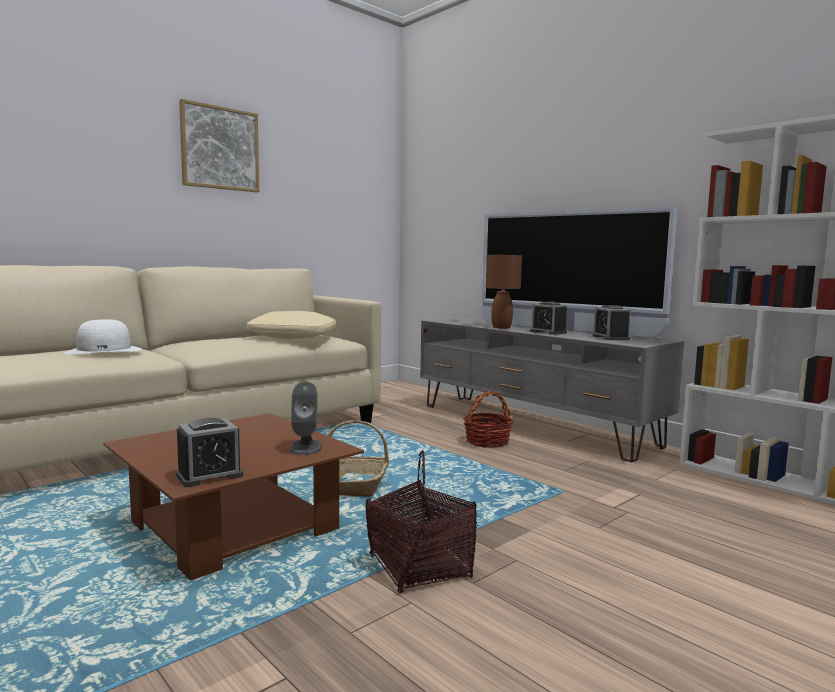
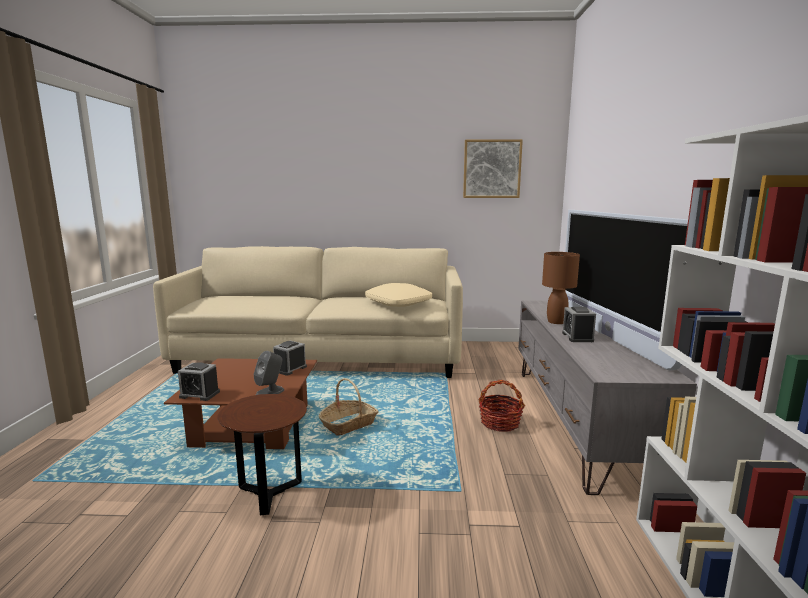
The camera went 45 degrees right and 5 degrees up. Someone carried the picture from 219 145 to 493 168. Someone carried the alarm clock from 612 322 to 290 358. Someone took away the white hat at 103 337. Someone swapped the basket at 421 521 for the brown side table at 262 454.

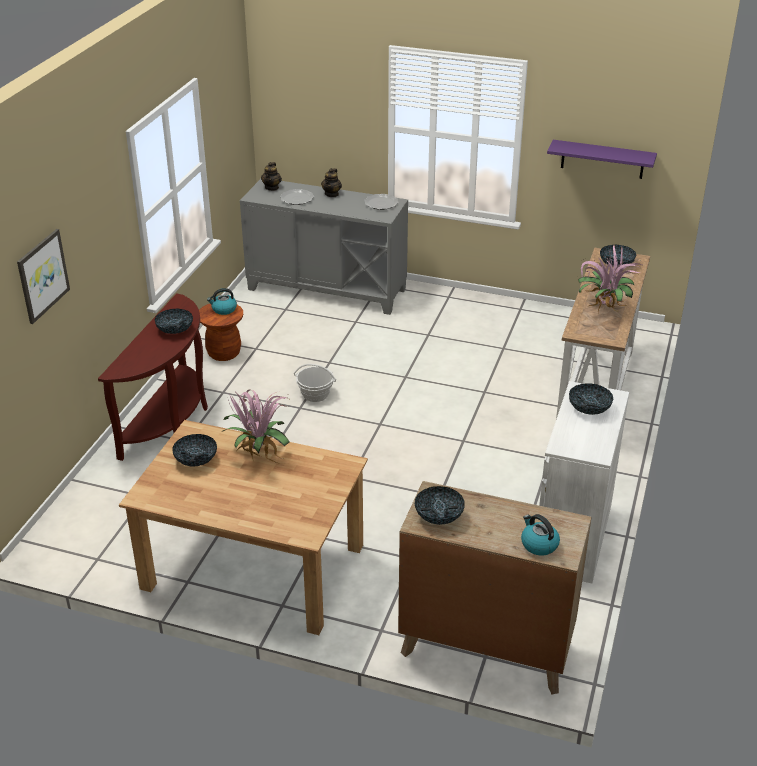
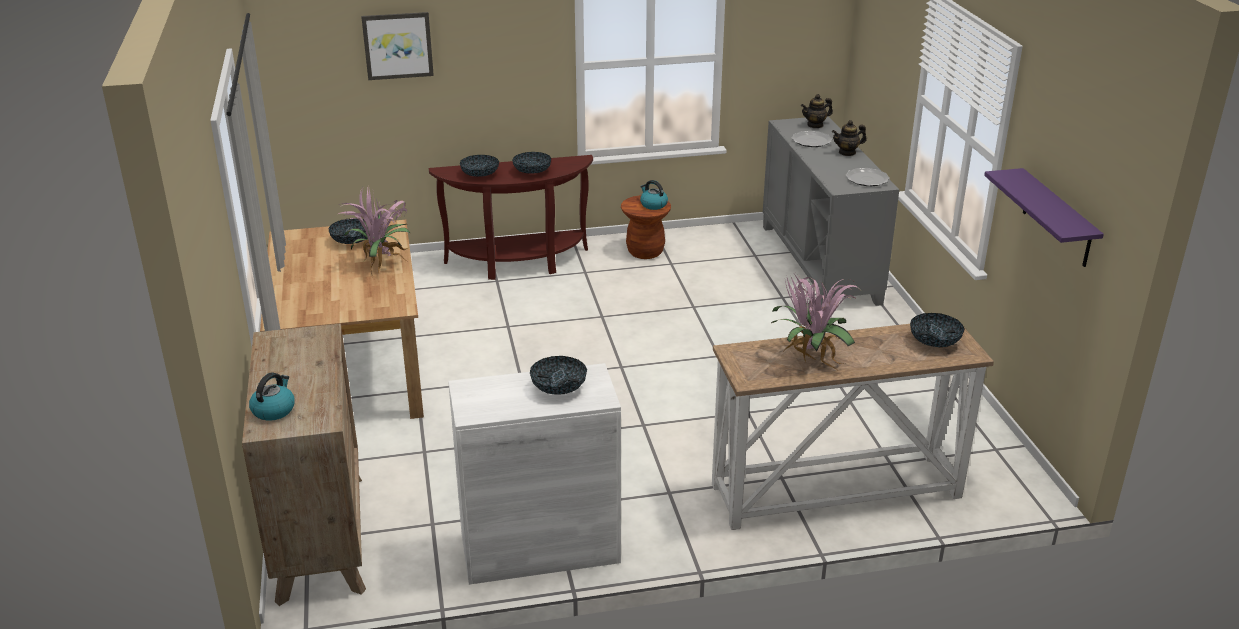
The camera went 60 degrees right and 5 degrees down. Someone took away the basket at 315 383. Someone carried the bowl from 440 505 to 479 166.

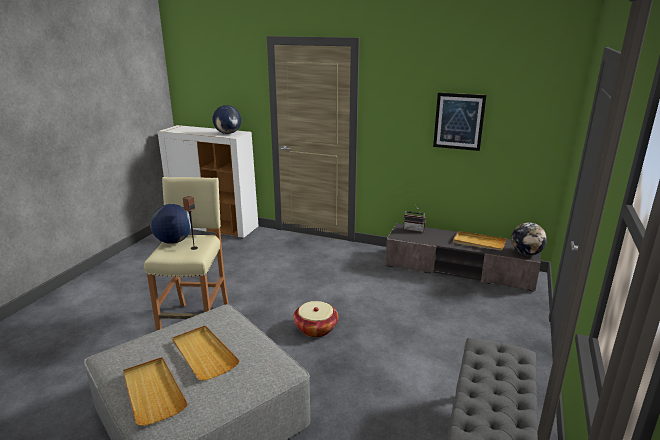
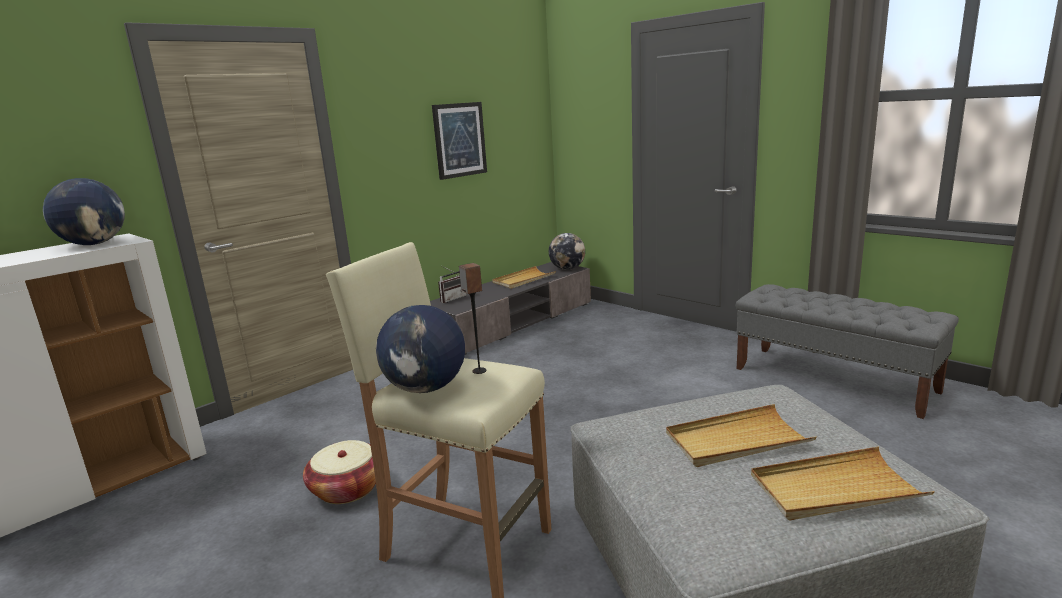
The camera went 65 degrees left and 5 degrees down. Someone carried the basket from 315 319 to 339 472.

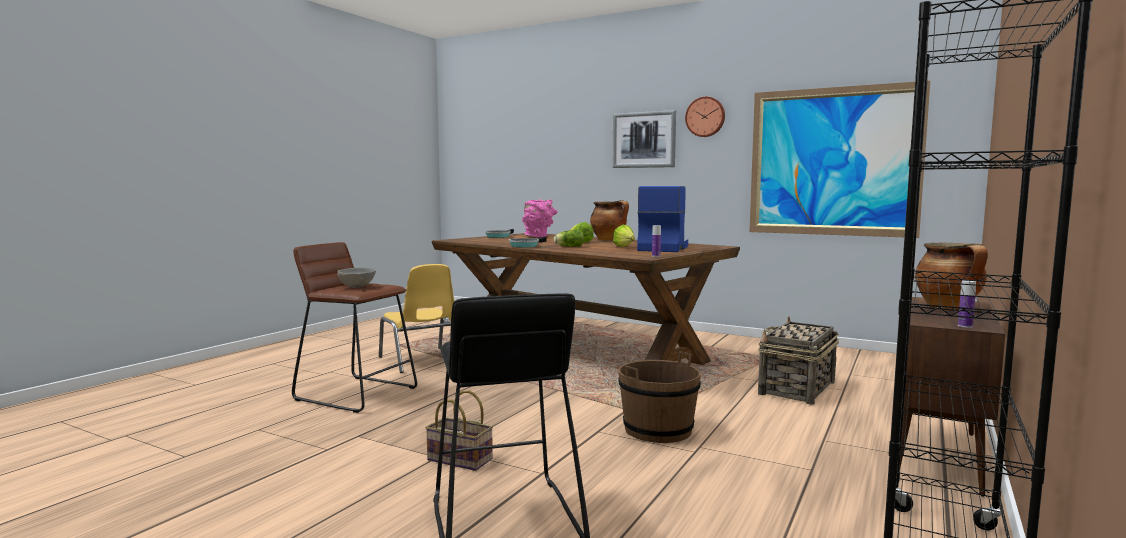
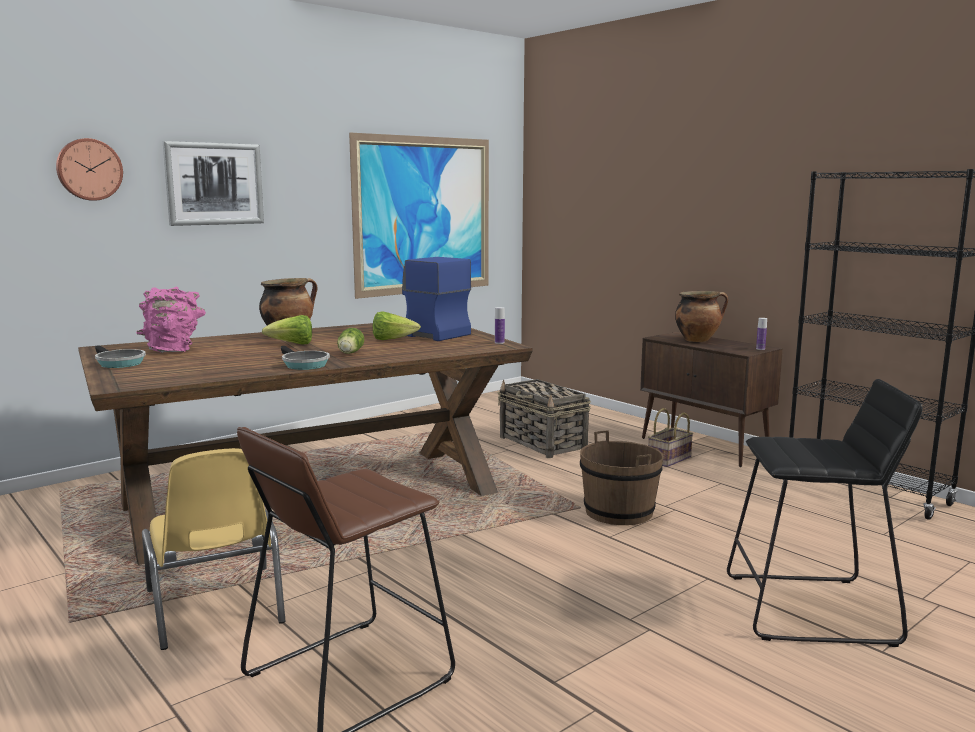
The camera went 70 degrees left and 5 degrees up. Someone carried the wall clock from 705 116 to 89 169. Someone rotated the yellow chair at 416 318 by 75 degrees clockwise. Someone took away the grey bowl at 356 278. Someone carried the basket from 459 430 to 670 437.

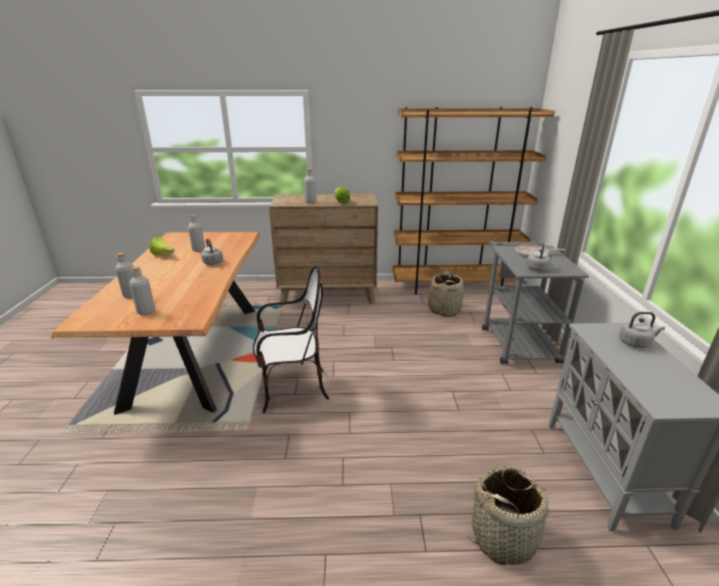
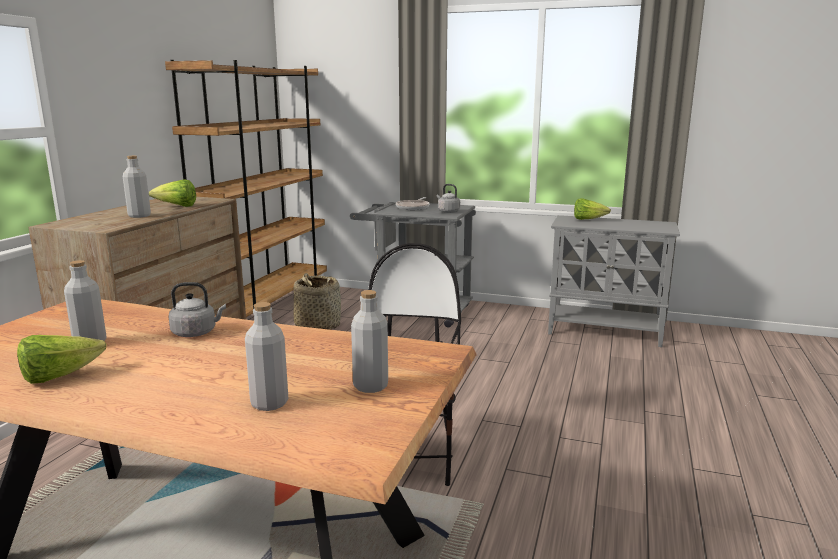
The camera went 70 degrees left and 10 degrees down. Someone swapped the grey kettle at 642 330 for the lettuce at 592 209. Someone took away the basket at 510 515.

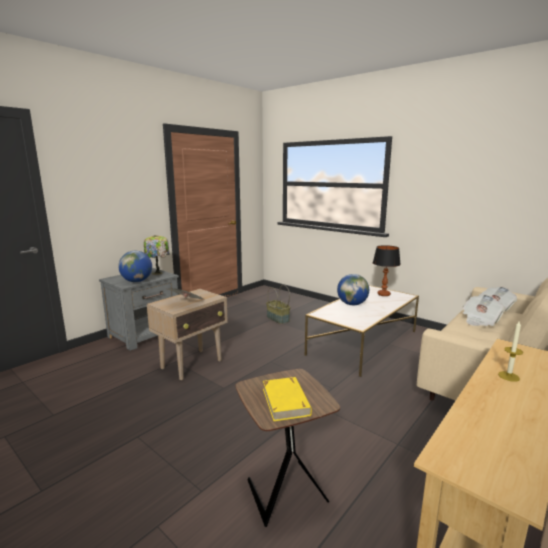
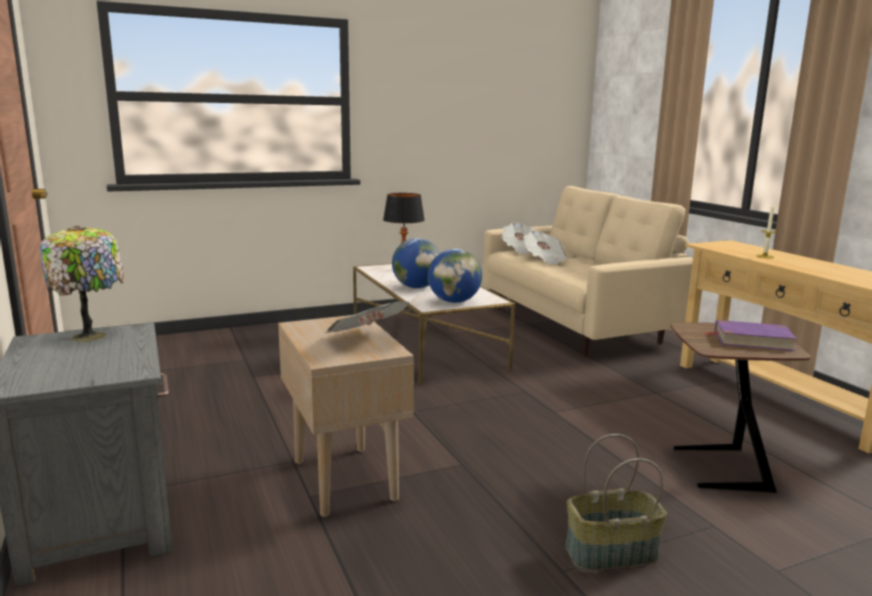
The camera went 65 degrees left and 0 degrees up. Someone carried the globe from 135 266 to 455 276. Someone carried the basket from 278 304 to 616 502. Someone repainted the yellow book at 287 399, which became the purple book at 750 335.

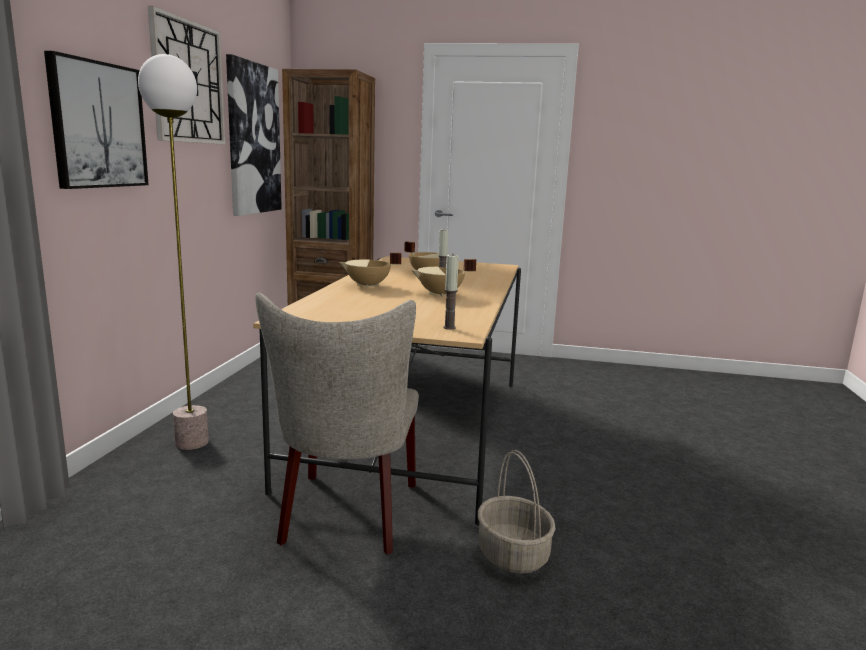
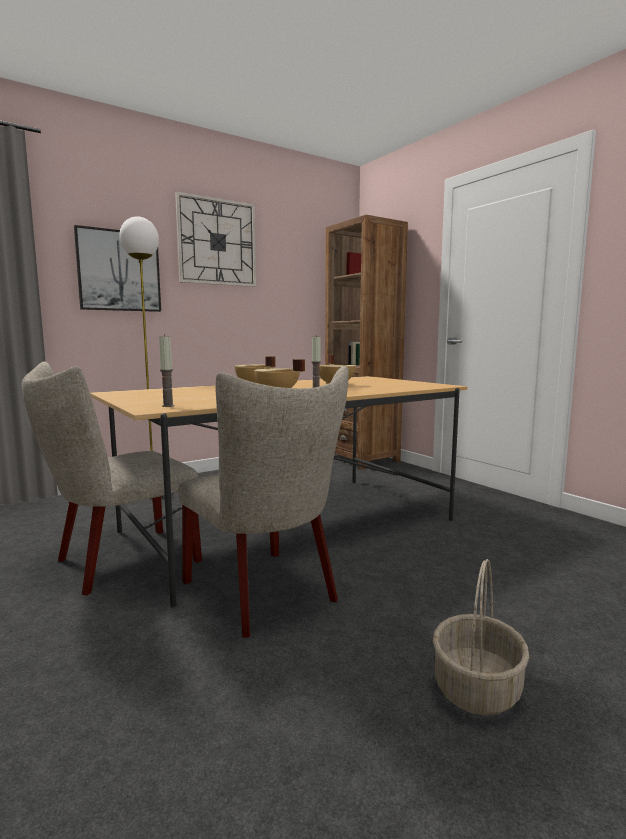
The camera went 45 degrees right and 5 degrees down. Someone took away the picture at 254 135. Someone carried the basket from 517 512 to 481 637. Someone put down the beige chair at 263 502.

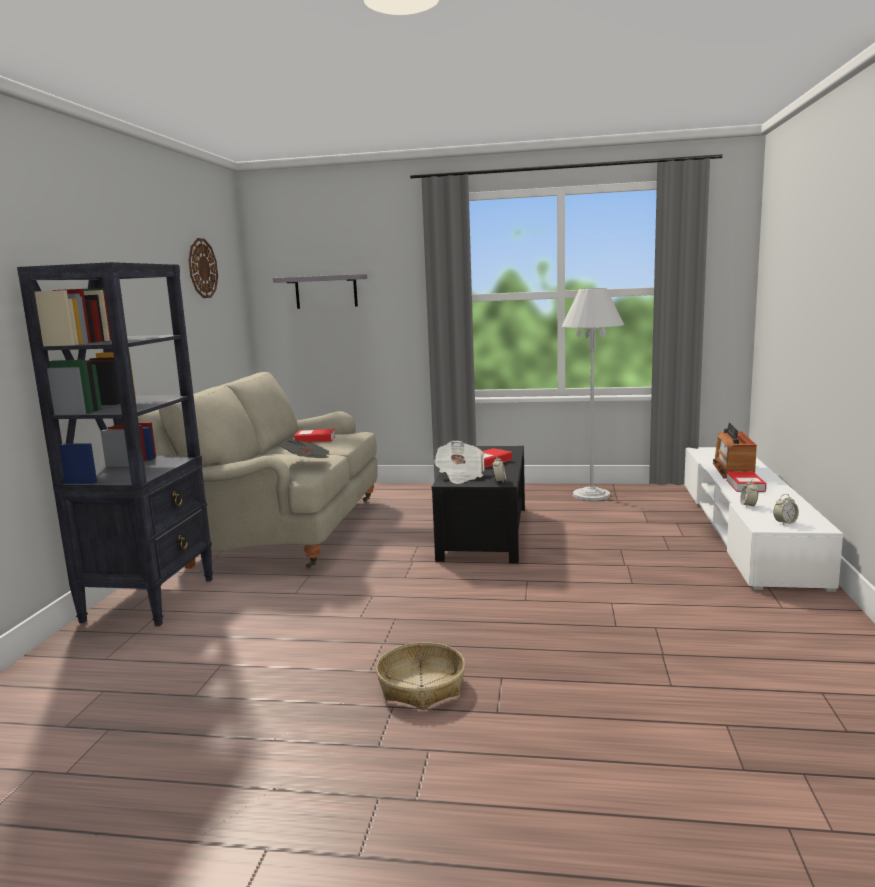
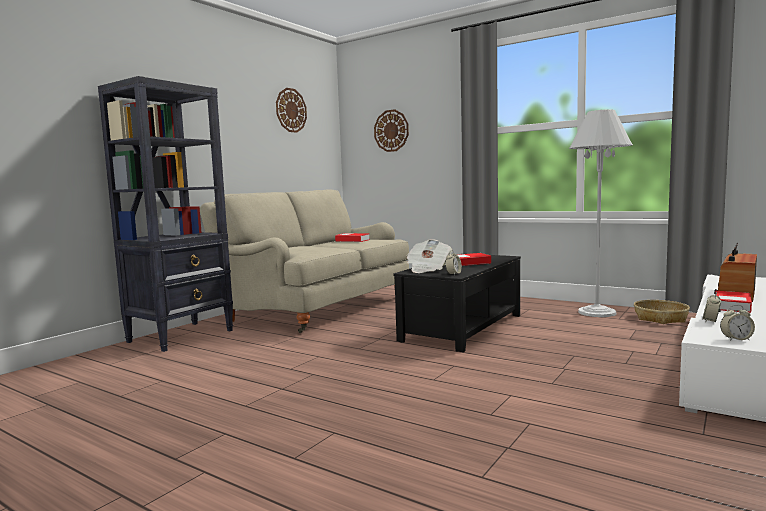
The camera went 25 degrees right and 5 degrees down. Someone swapped the grey shelf at 320 291 for the wall clock at 391 130. Someone took away the newspaper at 304 449. Someone carried the basket from 420 676 to 662 312.

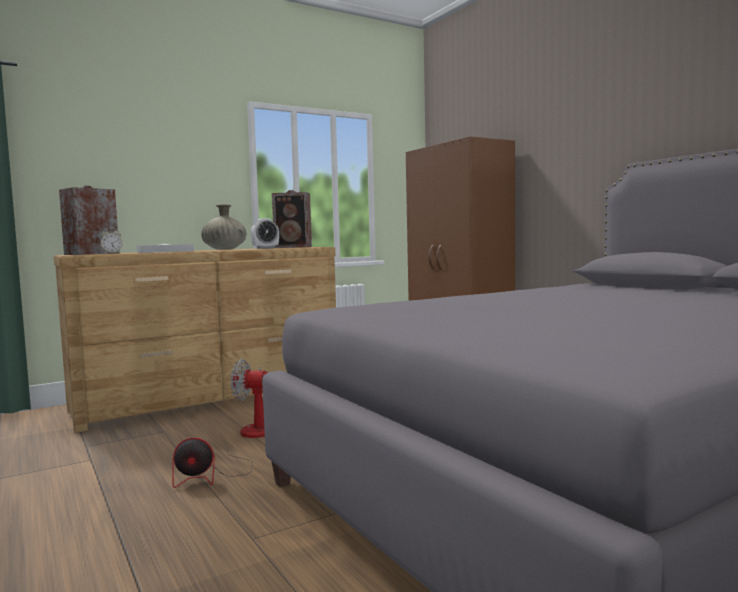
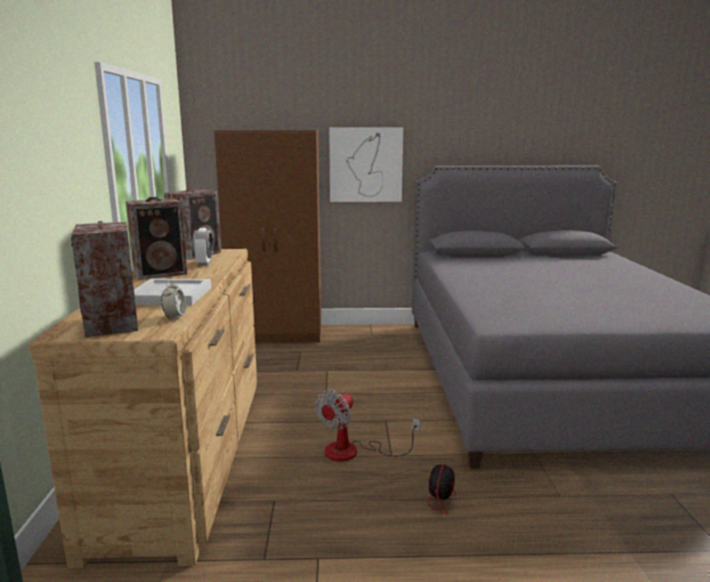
The camera went 60 degrees left and 10 degrees up. Someone swapped the beige vase at 223 227 for the speaker at 156 238. Someone put up the picture at 366 164.

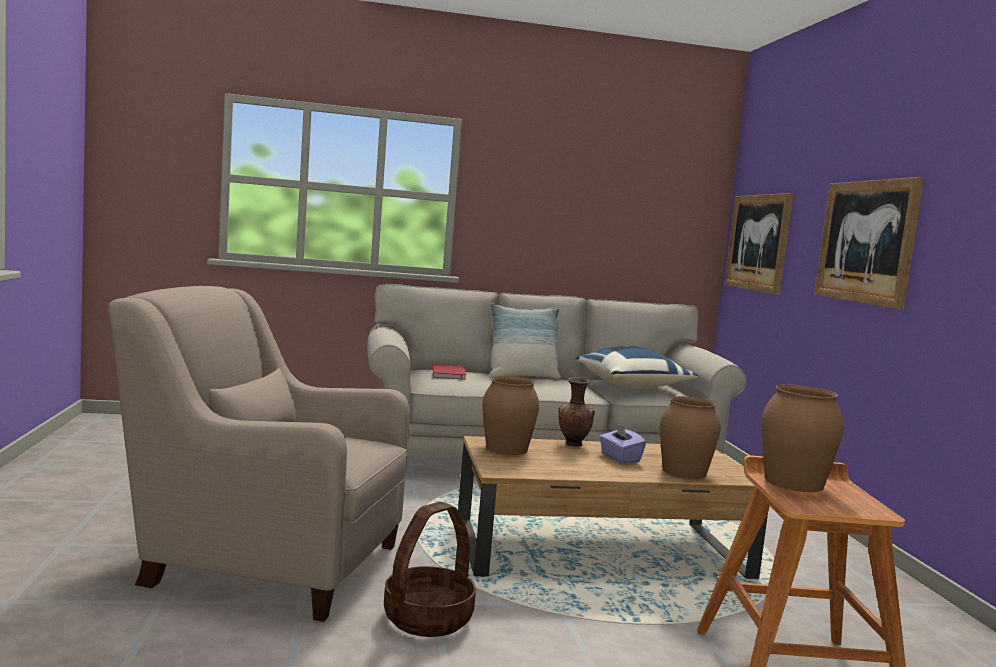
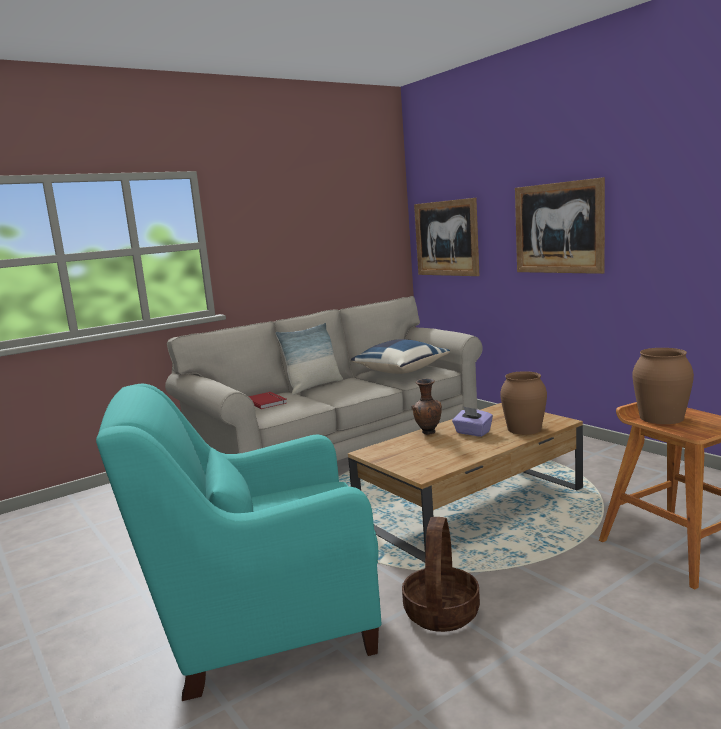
The camera went 25 degrees left and 5 degrees up. Someone repainted the beige armchair at 259 454, which became the turquoise armchair at 238 542. Someone took away the brown vase at 510 415.

